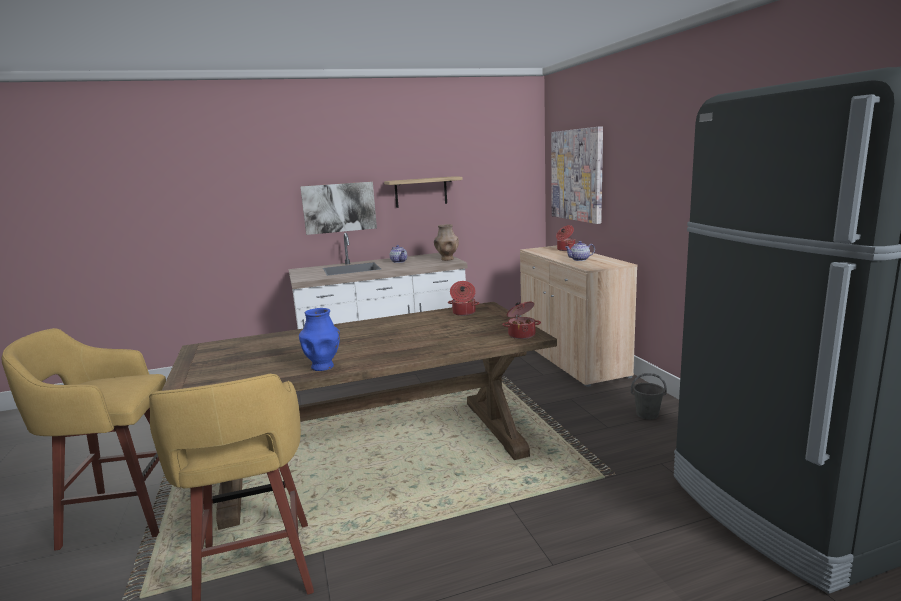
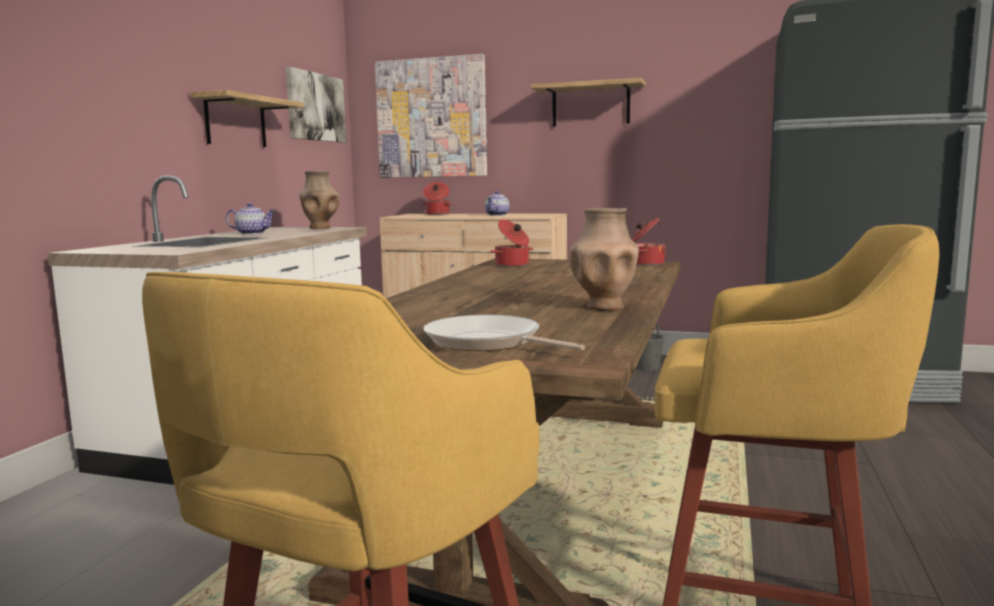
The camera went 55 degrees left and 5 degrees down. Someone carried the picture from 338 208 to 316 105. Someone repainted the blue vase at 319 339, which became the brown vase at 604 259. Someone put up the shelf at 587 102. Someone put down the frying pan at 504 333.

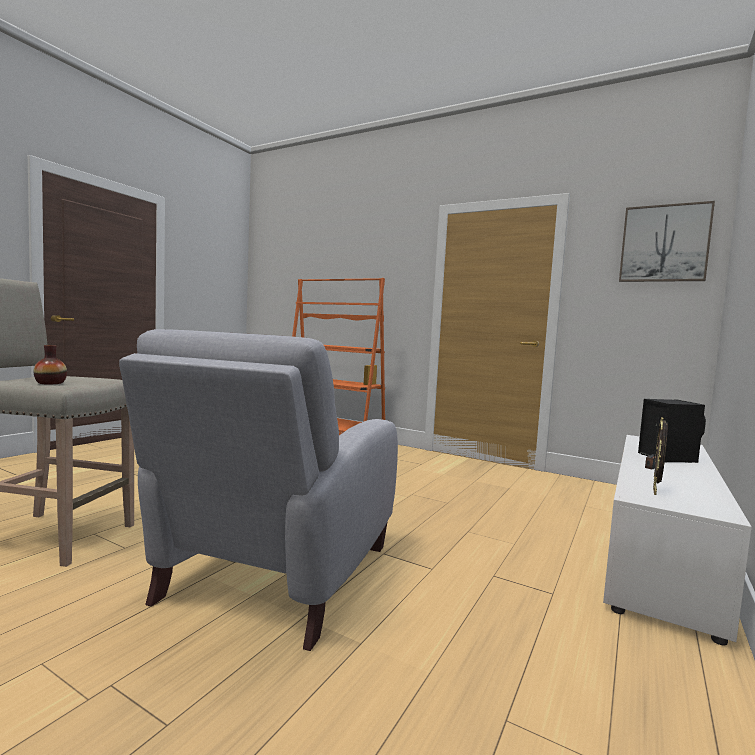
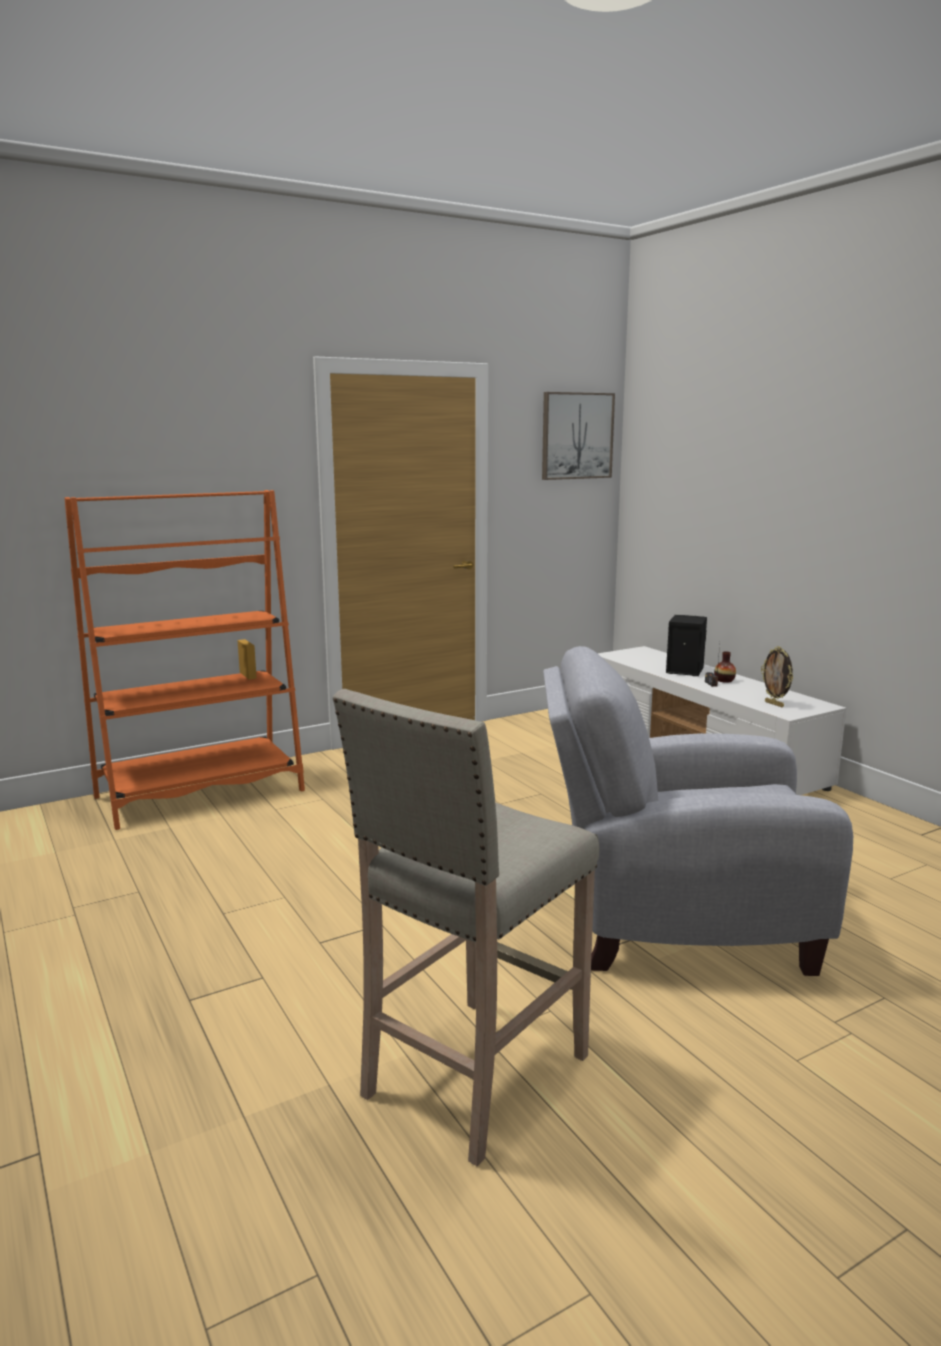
The camera went 60 degrees left and 10 degrees up. Someone rotated the grey armchair at 258 490 by 135 degrees clockwise. Someone carried the vase from 50 364 to 725 667.

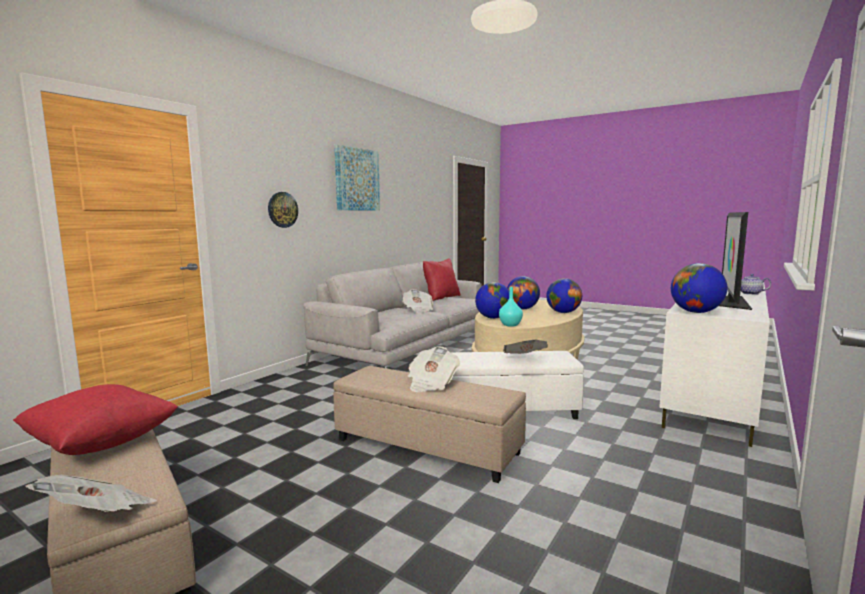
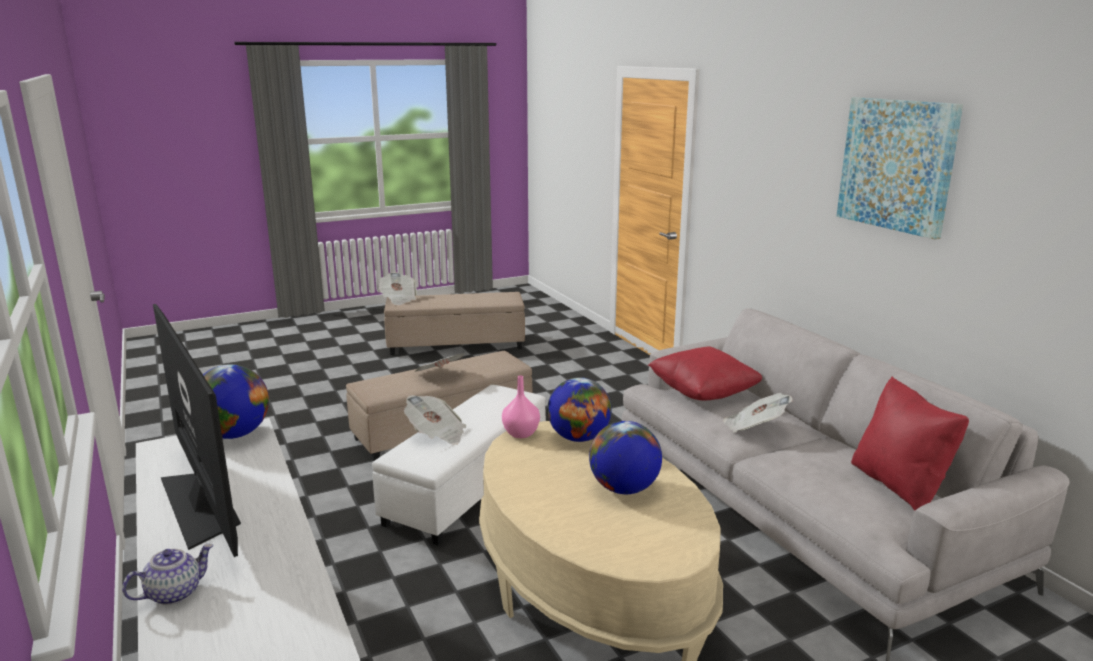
The camera went 120 degrees right and 10 degrees up. Someone took away the wall clock at 283 210. Someone took away the globe at 564 295. Someone repainted the turquoise vase at 511 307, which became the pink vase at 521 406. Someone carried the red pillow from 95 419 to 705 373.

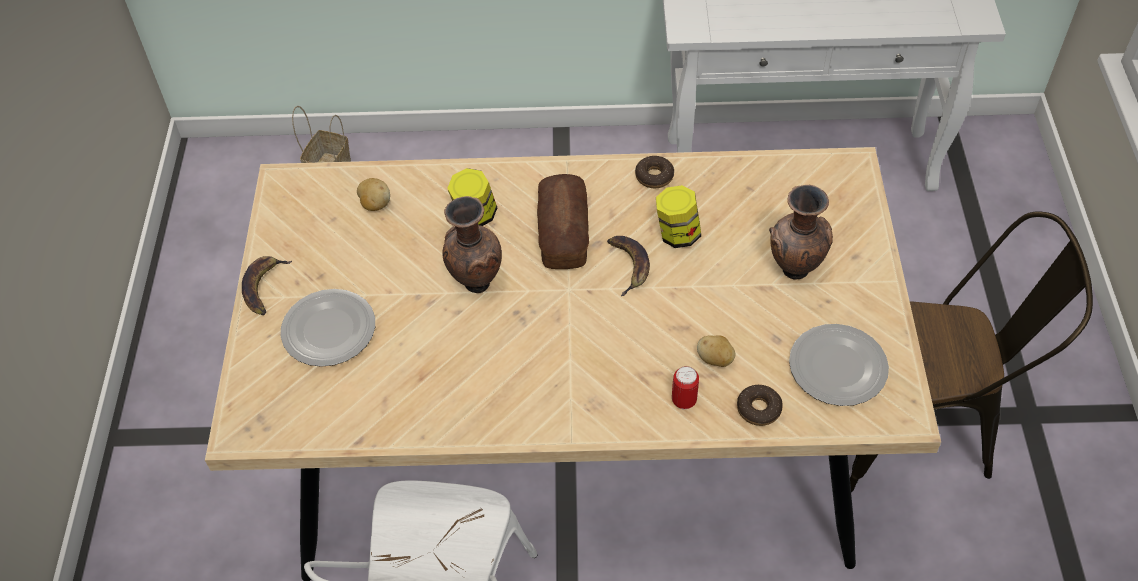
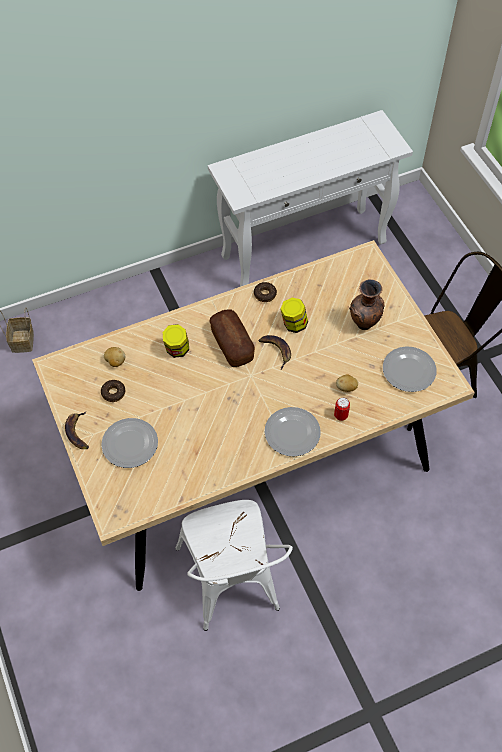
The camera went 25 degrees left and 5 degrees up. Someone took away the brown vase at 472 244. Someone carried the donut from 760 405 to 113 391. Someone put down the plate at 292 432.

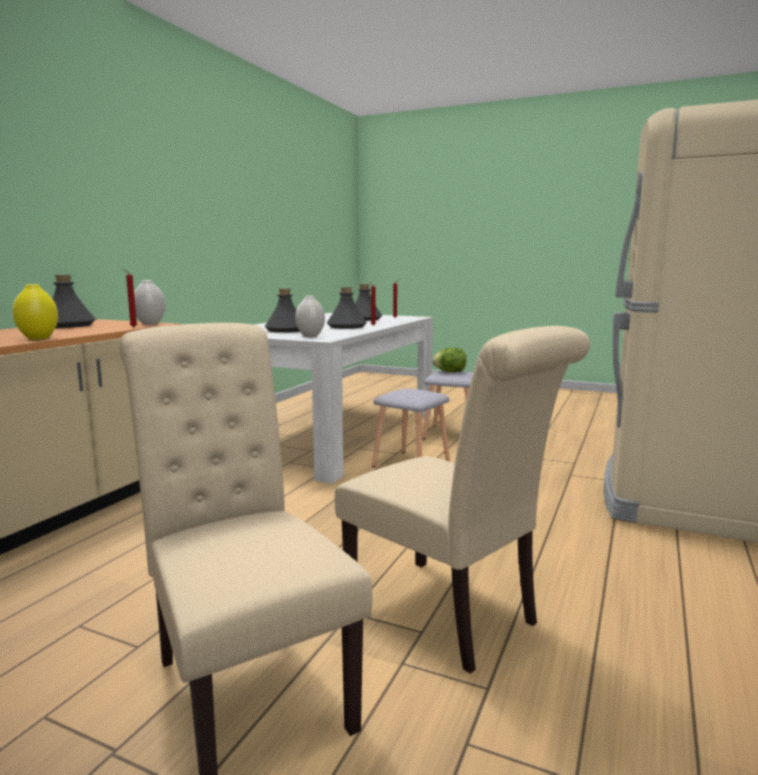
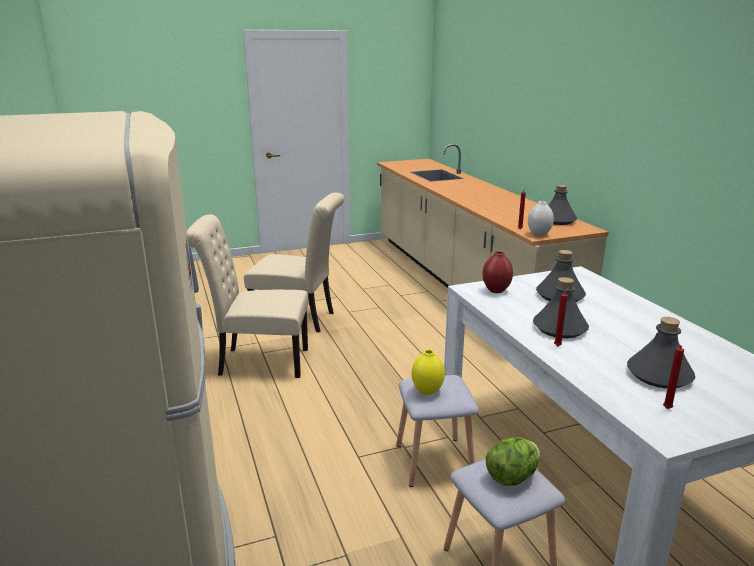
The camera went 135 degrees right and 10 degrees up. Someone carried the yellow vase from 35 312 to 428 372. Someone repainted the white vase at 310 316, which became the red vase at 497 272.

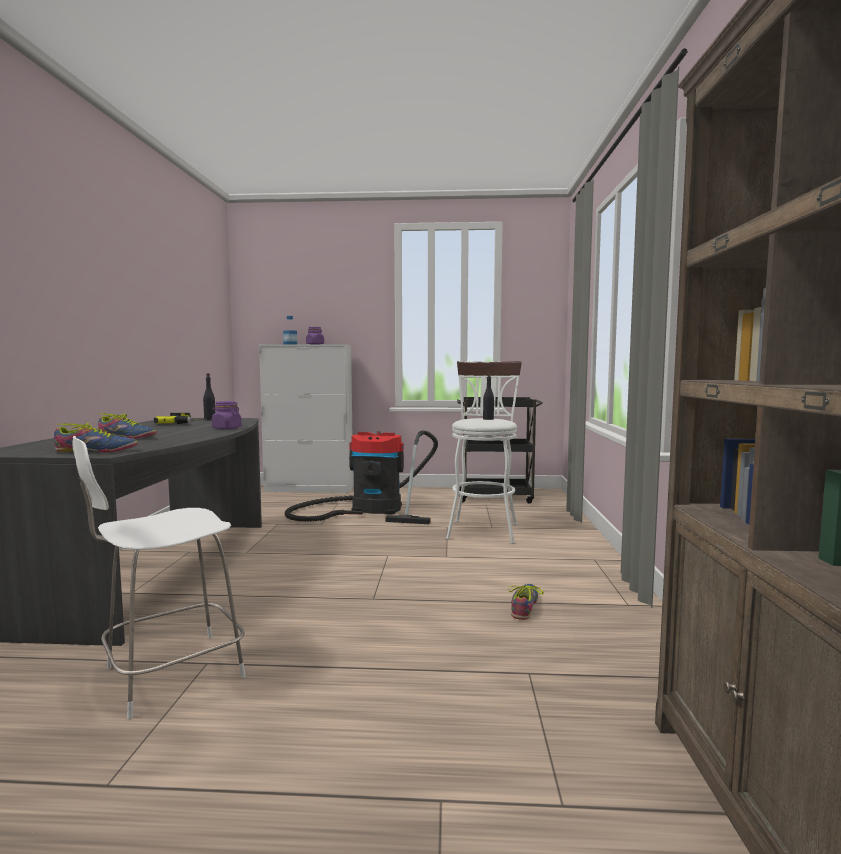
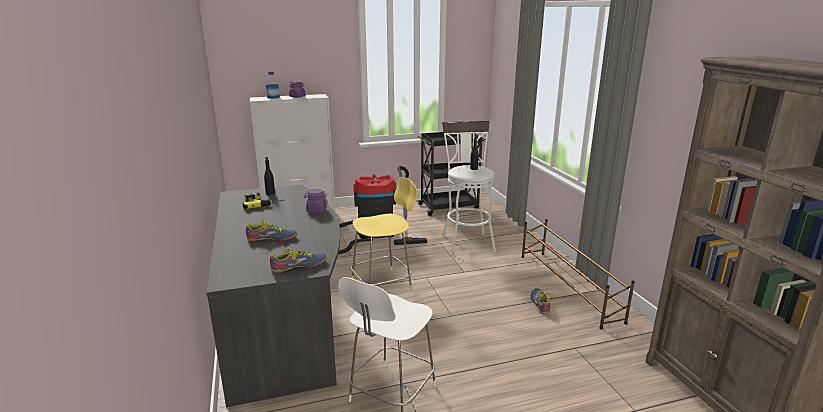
The camera went 20 degrees left and 15 degrees up. Someone put down the yellow stool at 384 234. Someone put down the brown shoe rack at 578 274.

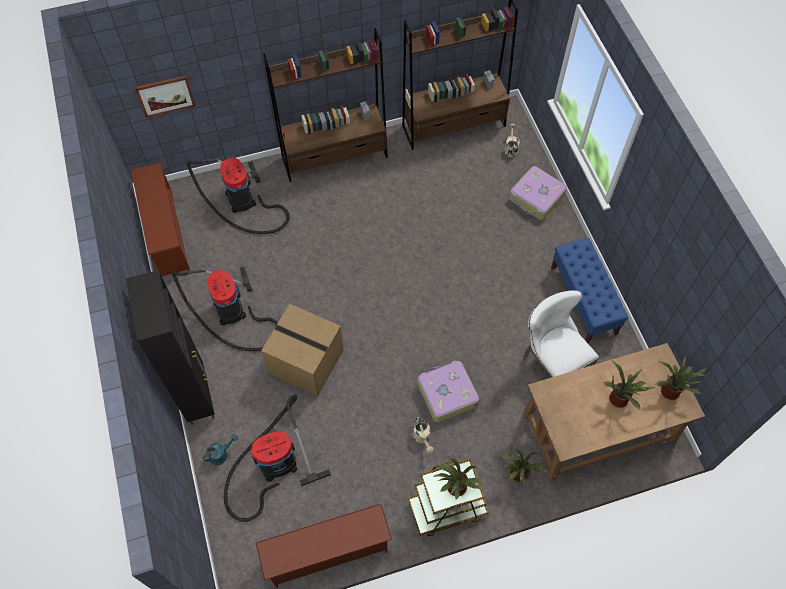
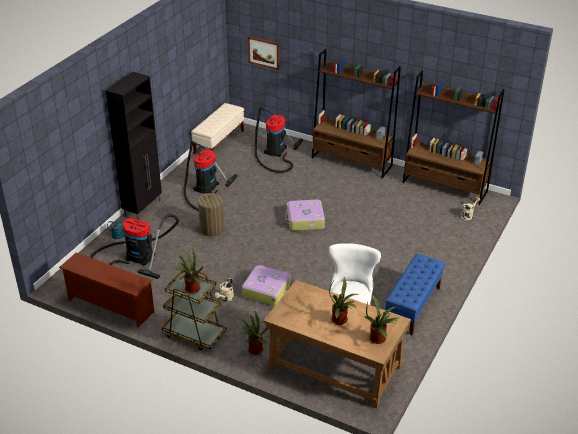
The camera went 45 degrees right and 25 degrees down. Someone swapped the brown shoe rack at 160 219 for the beige bench at 217 128. Someone carried the suitcase from 538 193 to 305 215. Someone swapped the cardboard box at 302 350 for the laundry basket at 211 214.

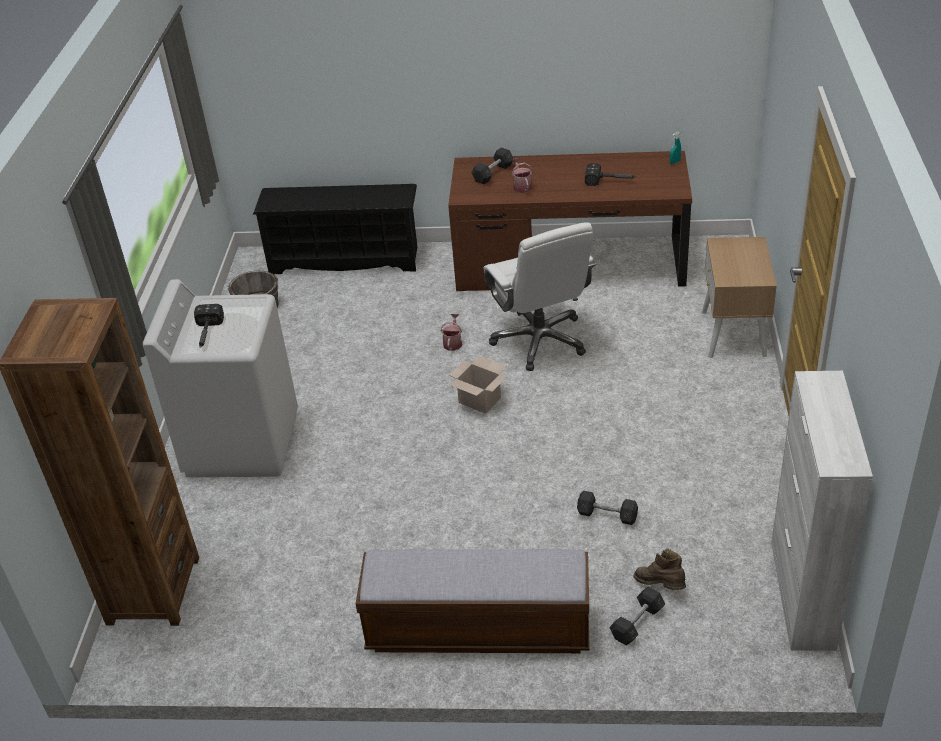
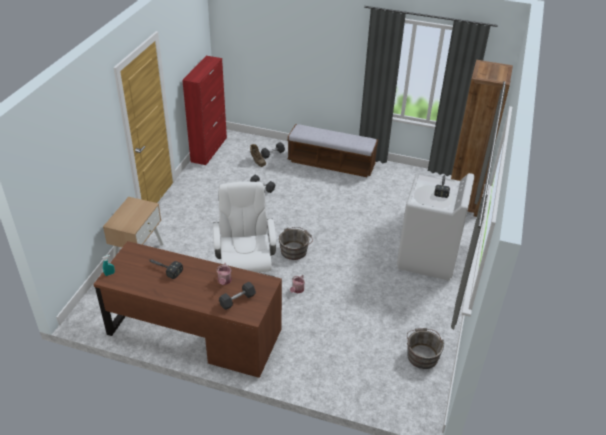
The camera went 170 degrees left and 0 degrees up. Someone took away the black shoe rack at 335 229. Someone swapped the cardboard box at 477 385 for the grey bucket at 296 243. Someone repainted the white cabinet at 822 511, which became the red cabinet at 204 110.

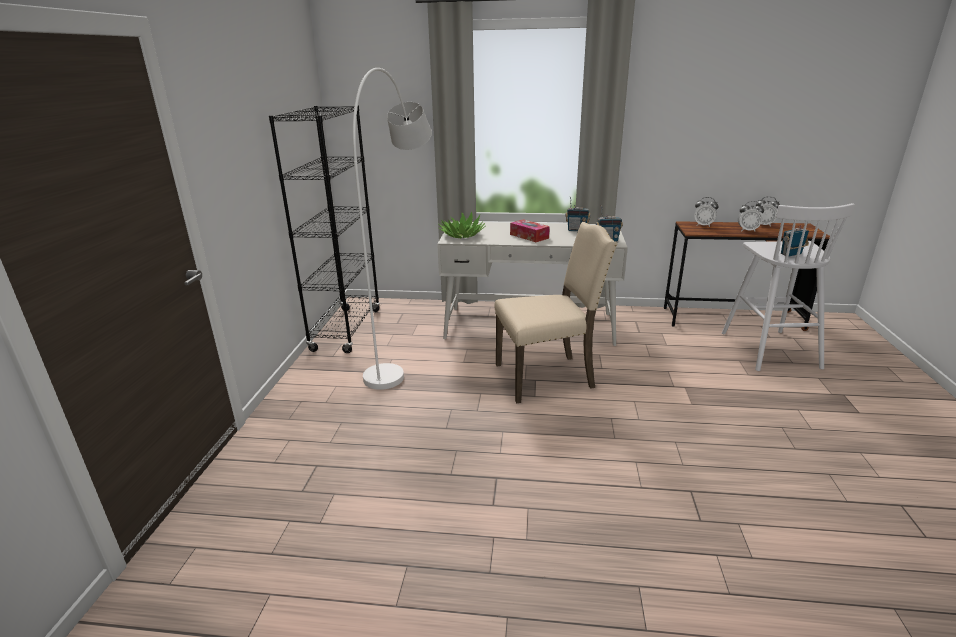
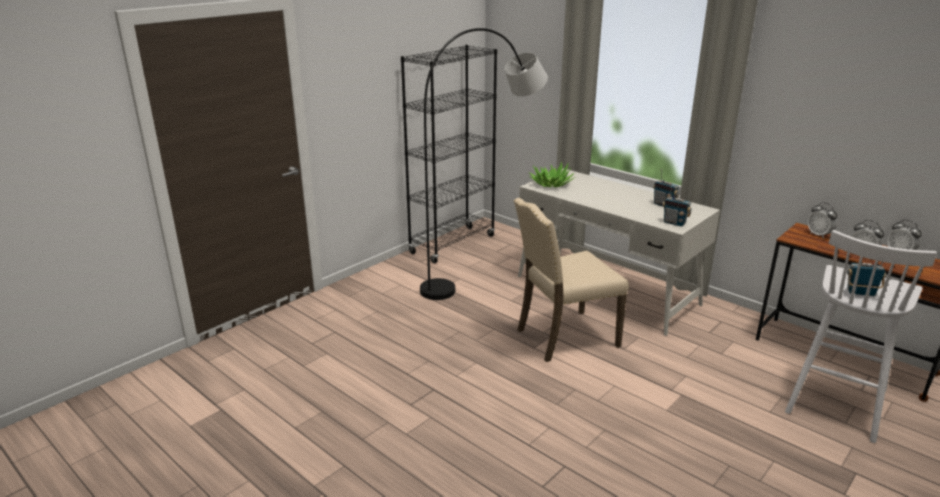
The camera went 35 degrees right and 0 degrees up. Someone repainted the white floor lamp at 392 229, which became the black floor lamp at 484 164. Someone took away the tissue box at 530 230. Someone rotated the beige chair at 556 312 by 135 degrees clockwise.

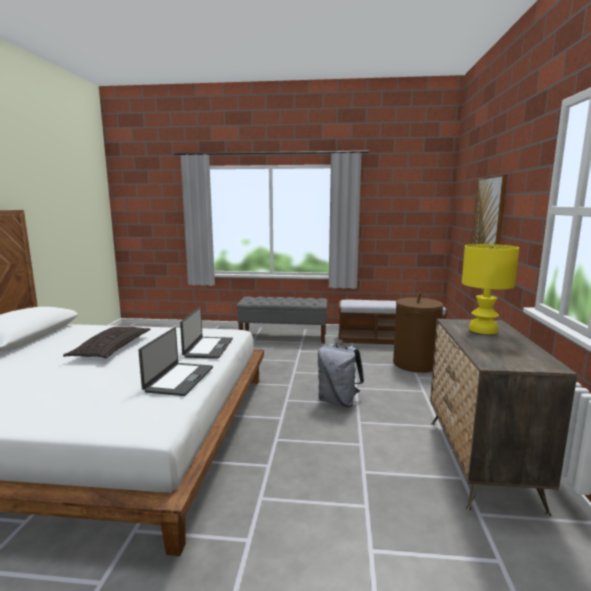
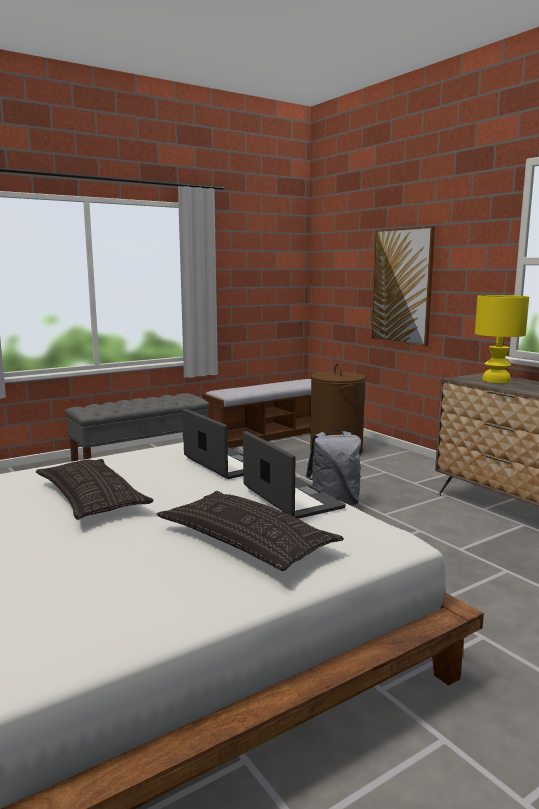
The camera went 40 degrees left and 0 degrees up. Someone put down the pillow at 250 531.

